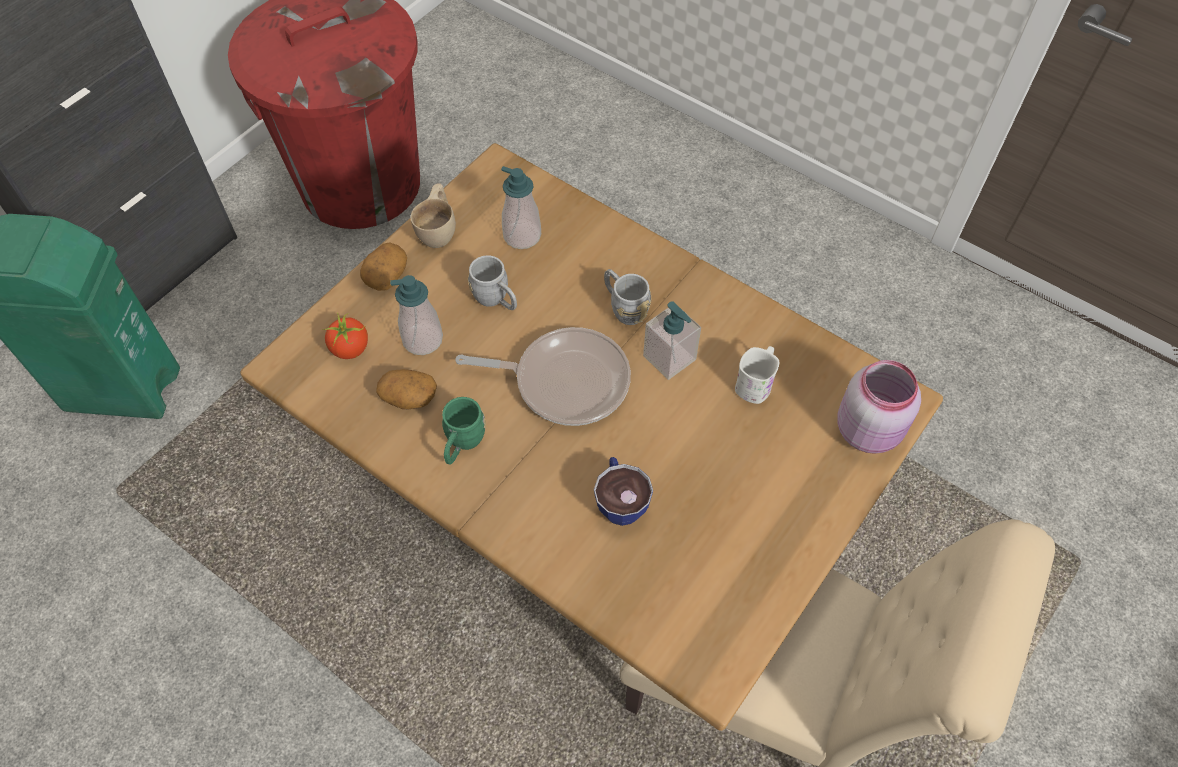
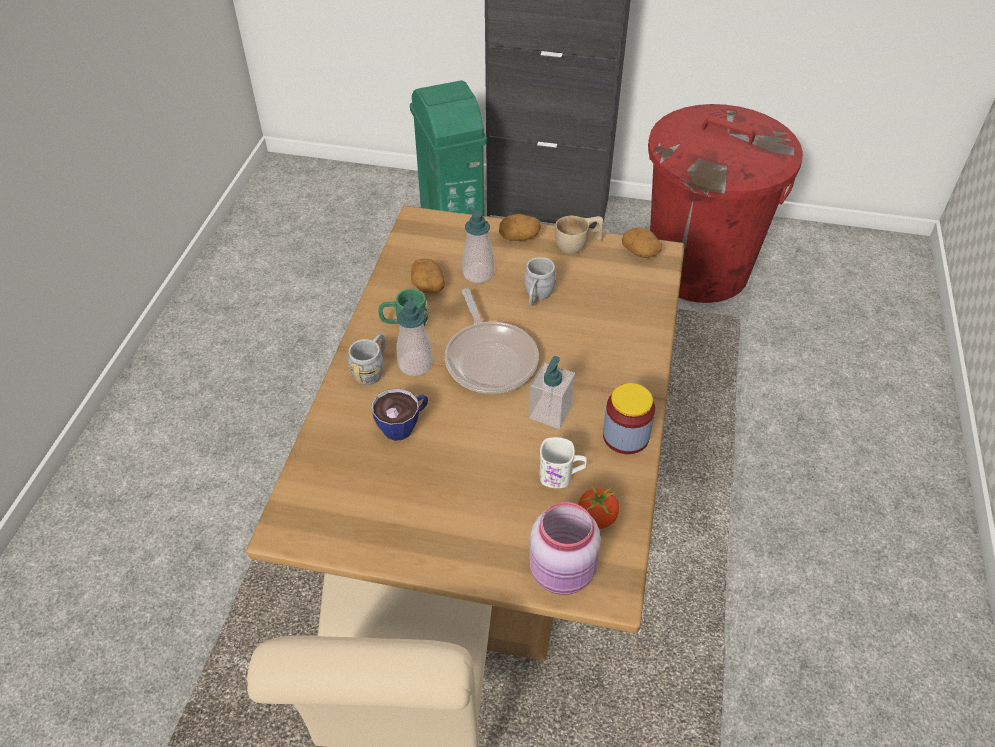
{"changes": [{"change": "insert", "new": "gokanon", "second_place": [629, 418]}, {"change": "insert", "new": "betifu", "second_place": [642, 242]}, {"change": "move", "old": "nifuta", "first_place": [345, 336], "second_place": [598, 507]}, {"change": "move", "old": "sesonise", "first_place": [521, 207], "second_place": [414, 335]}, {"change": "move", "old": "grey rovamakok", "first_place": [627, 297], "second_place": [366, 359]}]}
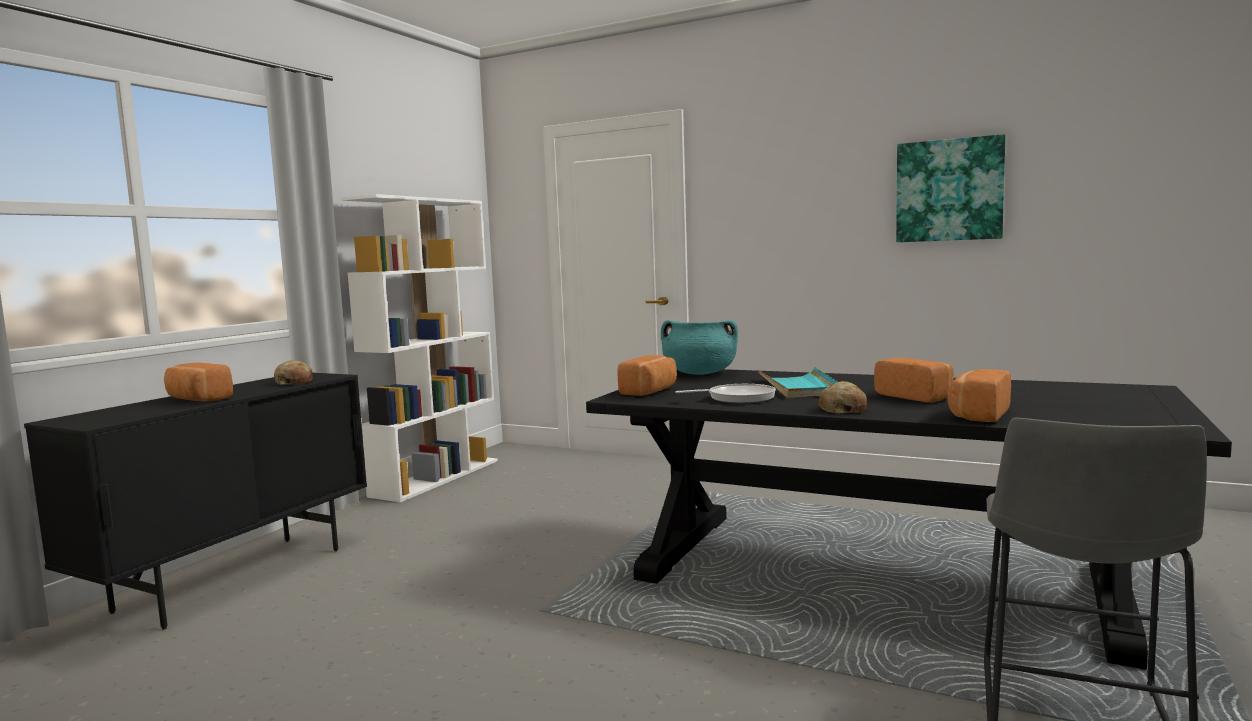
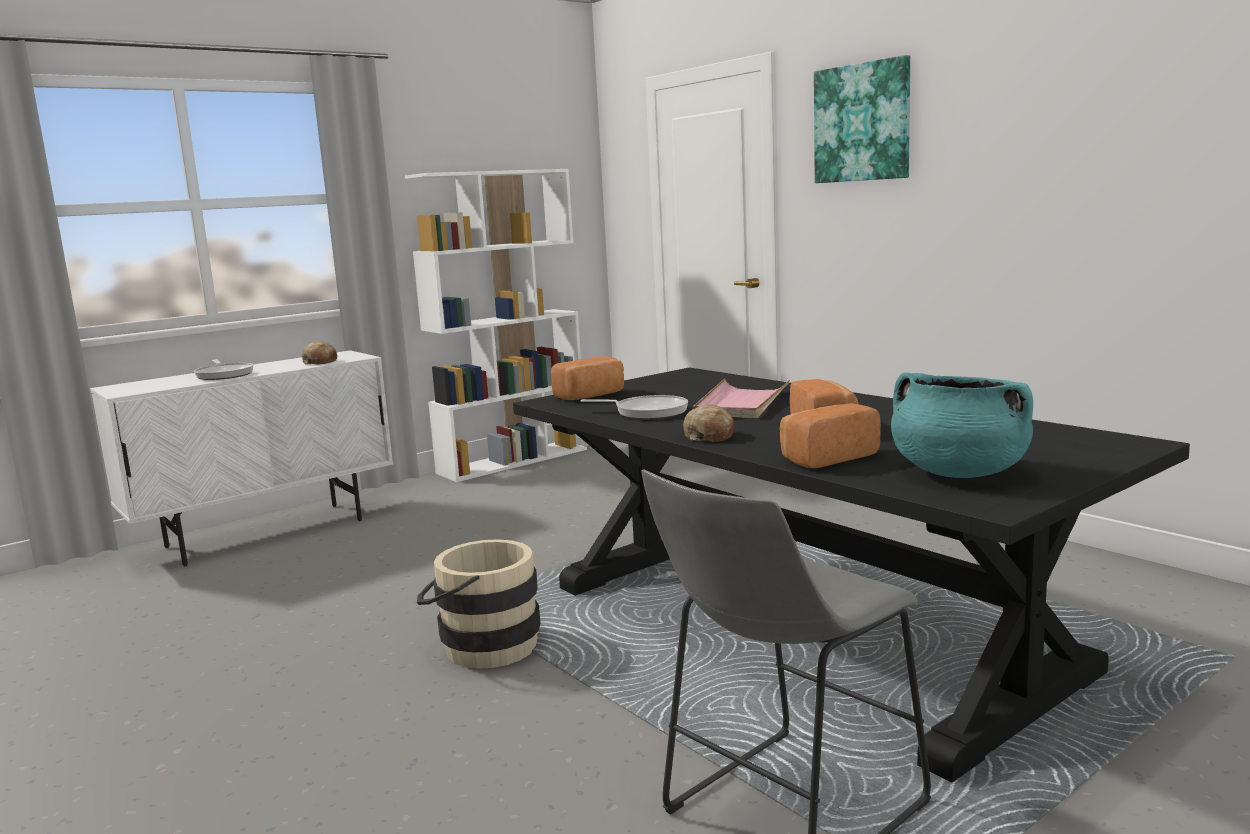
{"changes": [{"change": "insert", "new": "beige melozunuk", "second_place": [478, 604]}, {"change": "move", "old": "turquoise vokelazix", "first_place": [699, 347], "second_place": [962, 425]}, {"change": "move", "old": "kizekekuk", "first_place": [951, 188], "second_place": [862, 119]}, {"change": "replace", "old": "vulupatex", "new": "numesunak", "first_place": [198, 381], "second_place": [224, 369]}, {"change": "recolor", "old": "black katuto", "new": "white katuto", "first_place": [195, 501], "second_place": [241, 458]}, {"change": "recolor", "old": "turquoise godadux", "new": "pink godadux", "first_place": [798, 382], "second_place": [741, 398]}]}
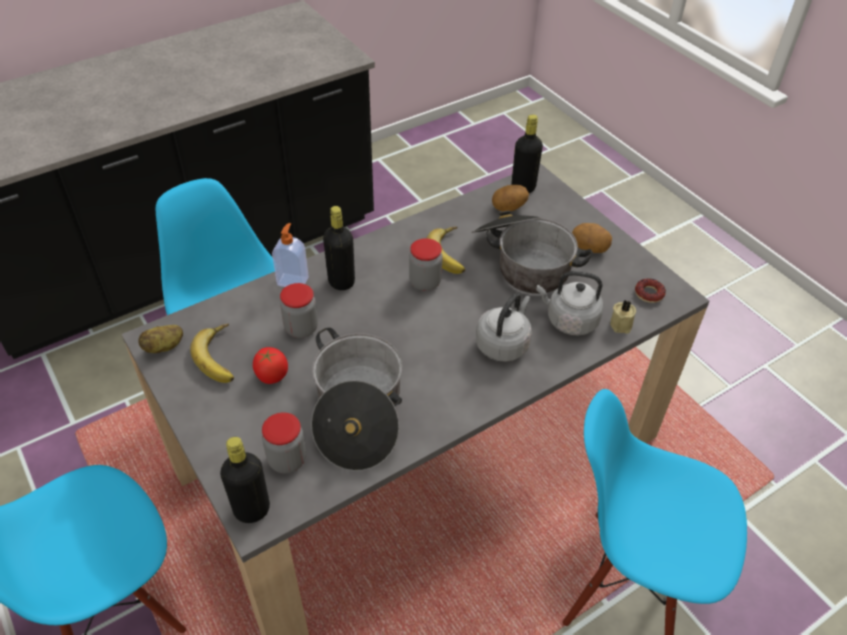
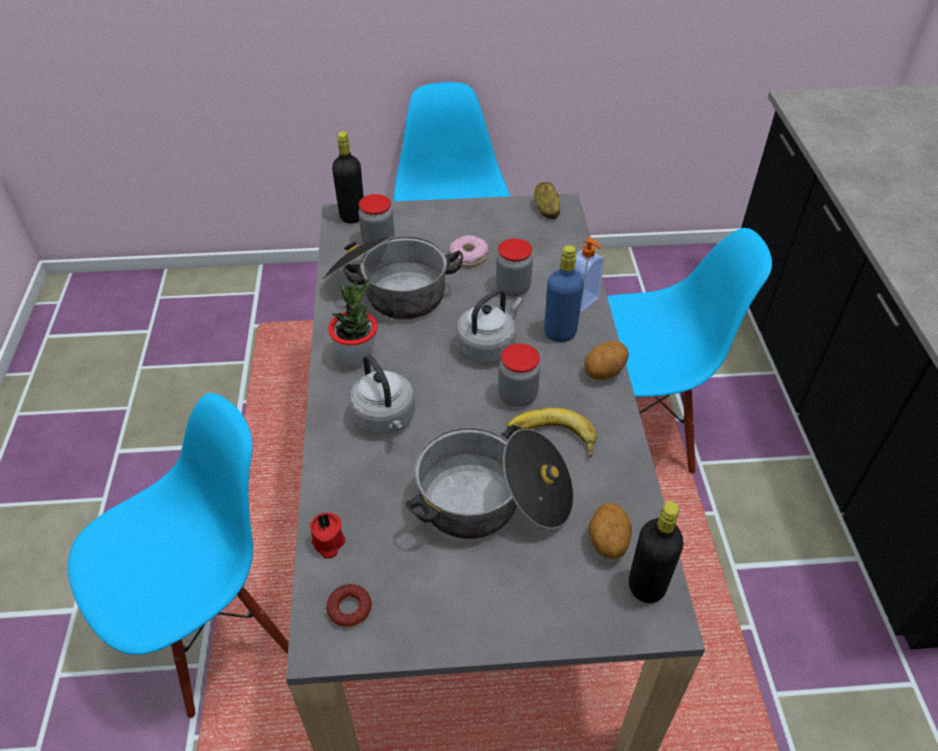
{"changes": [{"change": "delete", "old": "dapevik", "first_place": [212, 353]}, {"change": "insert", "new": "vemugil", "second_place": [353, 323]}, {"change": "move", "old": "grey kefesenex", "first_place": [570, 303], "second_place": [489, 326]}, {"change": "move", "old": "betifu", "first_place": [592, 238], "second_place": [606, 360]}, {"change": "replace", "old": "nifuta", "new": "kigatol", "first_place": [270, 365], "second_place": [469, 251]}, {"change": "recolor", "old": "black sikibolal", "new": "blue sikibolal", "first_place": [339, 248], "second_place": [564, 293]}, {"change": "recolor", "old": "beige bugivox", "new": "red bugivox", "first_place": [623, 317], "second_place": [328, 535]}]}
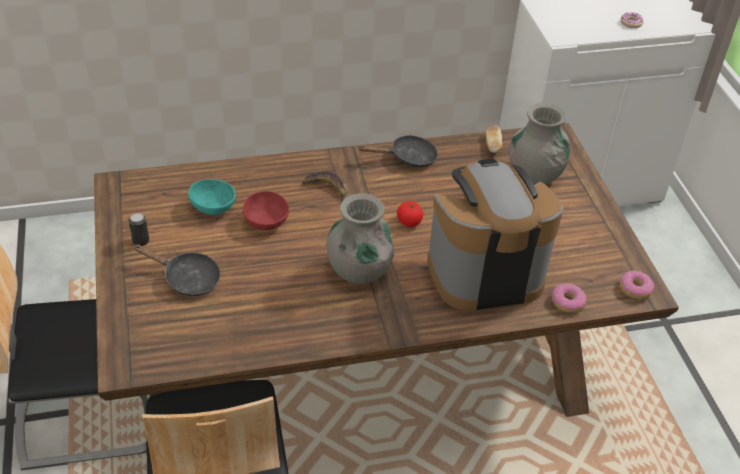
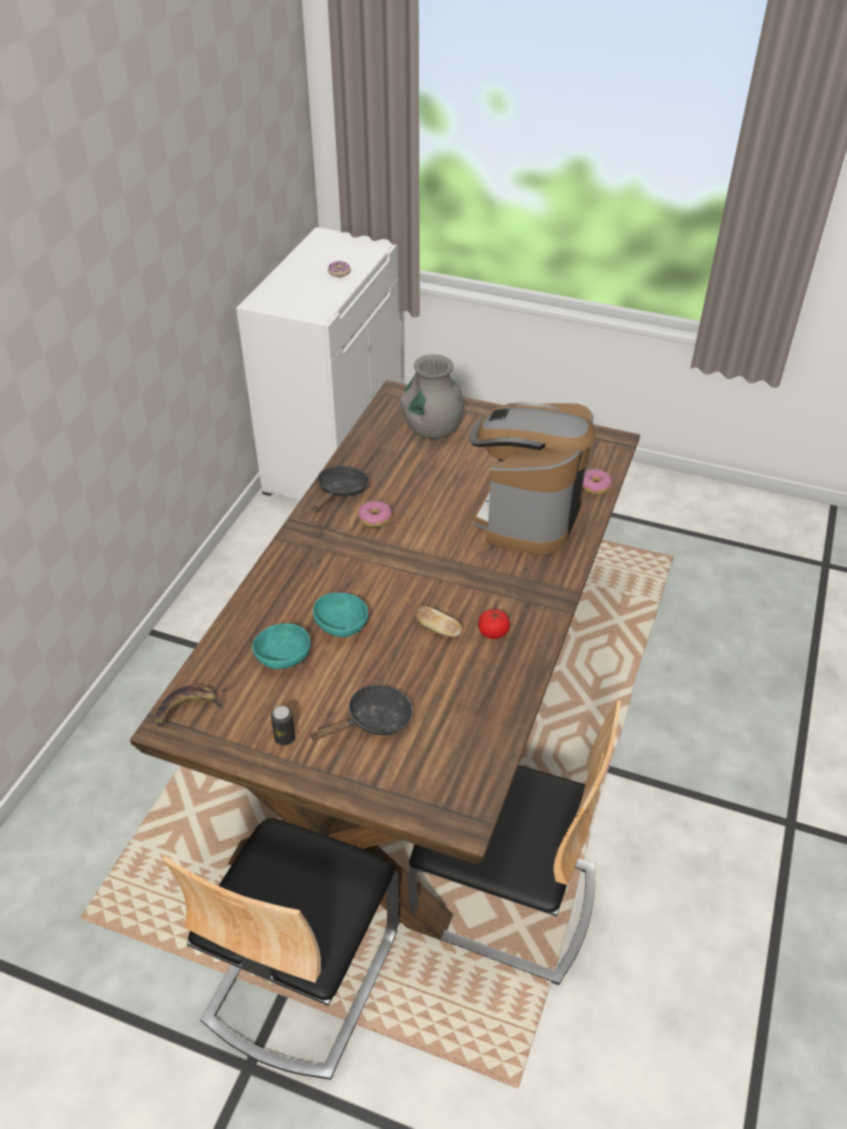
{"changes": [{"change": "delete", "old": "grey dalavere", "first_place": [361, 238]}, {"change": "move", "old": "dapevik", "first_place": [325, 187], "second_place": [189, 706]}, {"change": "move", "old": "nifuta", "first_place": [410, 214], "second_place": [494, 624]}, {"change": "move", "old": "vulupatex", "first_place": [494, 139], "second_place": [439, 621]}, {"change": "move", "old": "kigatol", "first_place": [637, 285], "second_place": [375, 514]}, {"change": "recolor", "old": "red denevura", "new": "turquoise denevura", "first_place": [266, 210], "second_place": [340, 615]}]}
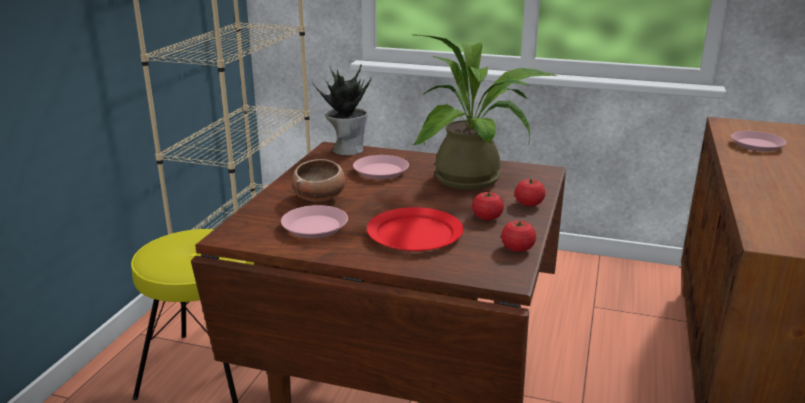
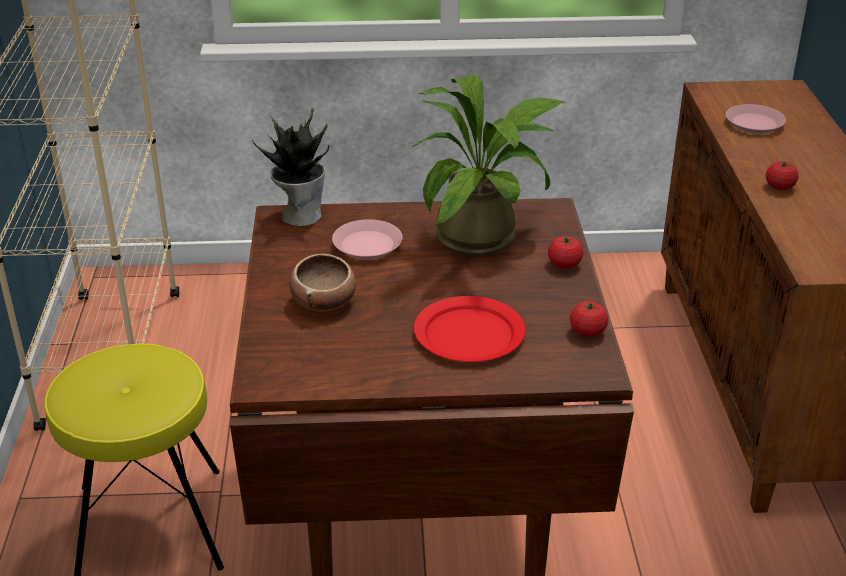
{"changes": [{"change": "delete", "old": "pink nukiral", "first_place": [314, 221]}, {"change": "move", "old": "nifuta", "first_place": [488, 206], "second_place": [782, 175]}]}
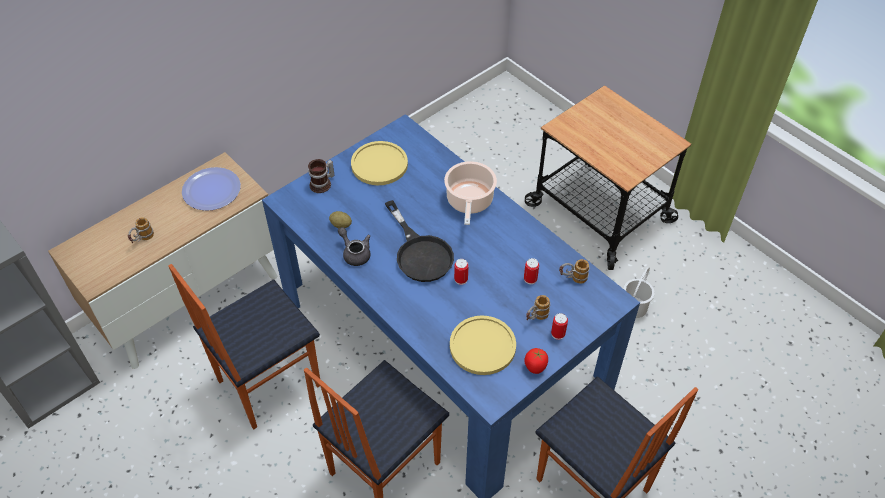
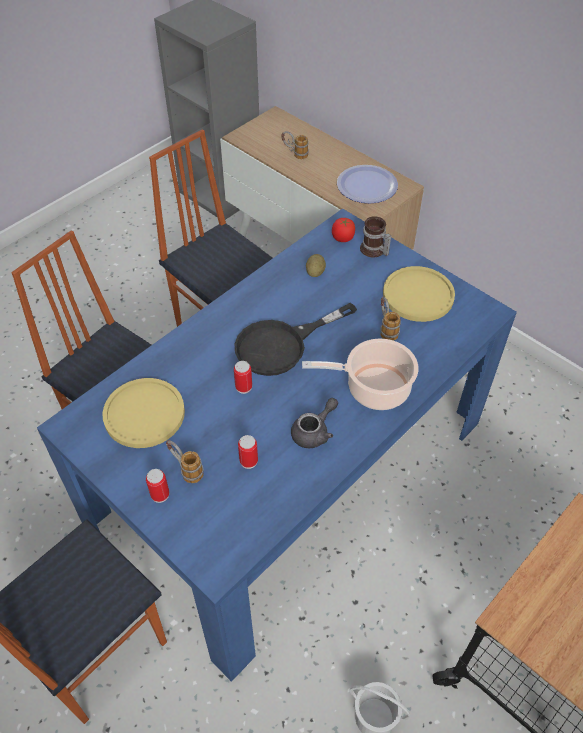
{"changes": [{"change": "move", "old": "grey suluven", "first_place": [354, 246], "second_place": [314, 423]}, {"change": "move", "old": "nifuta", "first_place": [536, 361], "second_place": [343, 230]}, {"change": "move", "old": "rovamakok", "first_place": [574, 271], "second_place": [390, 319]}]}
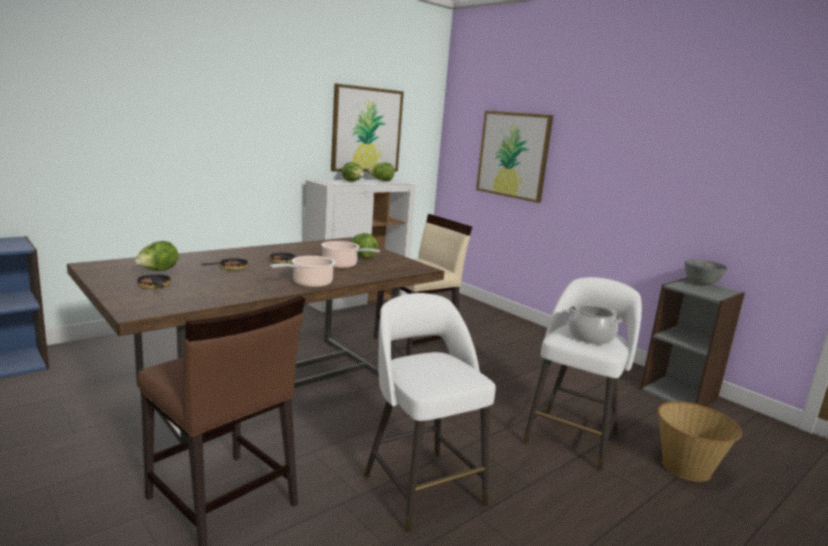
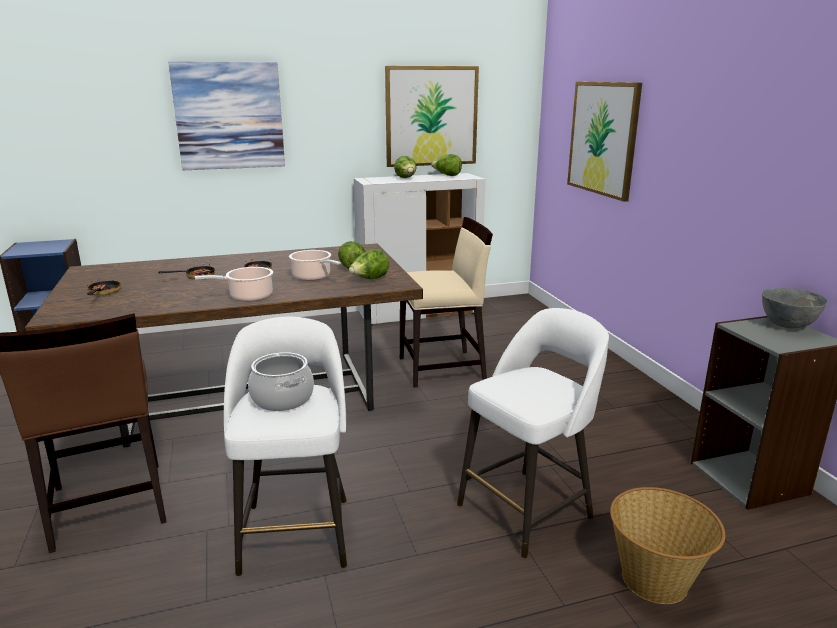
{"changes": [{"change": "insert", "new": "kizekekuk", "second_place": [226, 115]}, {"change": "move", "old": "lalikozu", "first_place": [156, 256], "second_place": [369, 264]}, {"change": "move", "old": "vokelazix", "first_place": [595, 323], "second_place": [281, 381]}]}
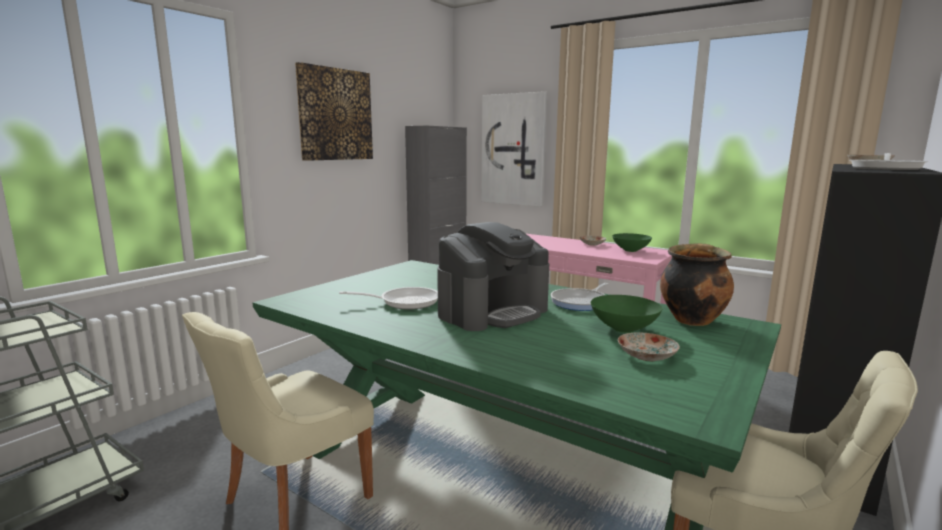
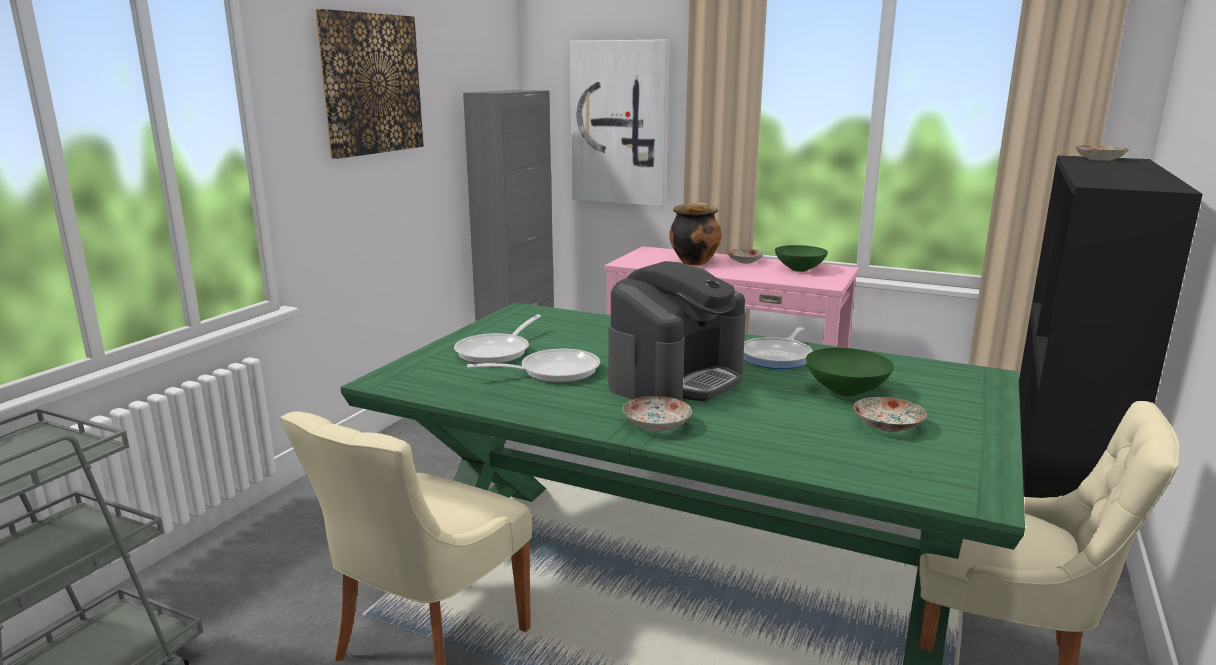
{"changes": [{"change": "insert", "new": "nukiral", "second_place": [657, 414]}, {"change": "move", "old": "vokelazix", "first_place": [697, 284], "second_place": [695, 234]}, {"change": "move", "old": "numesunak", "first_place": [888, 161], "second_place": [497, 339]}]}
